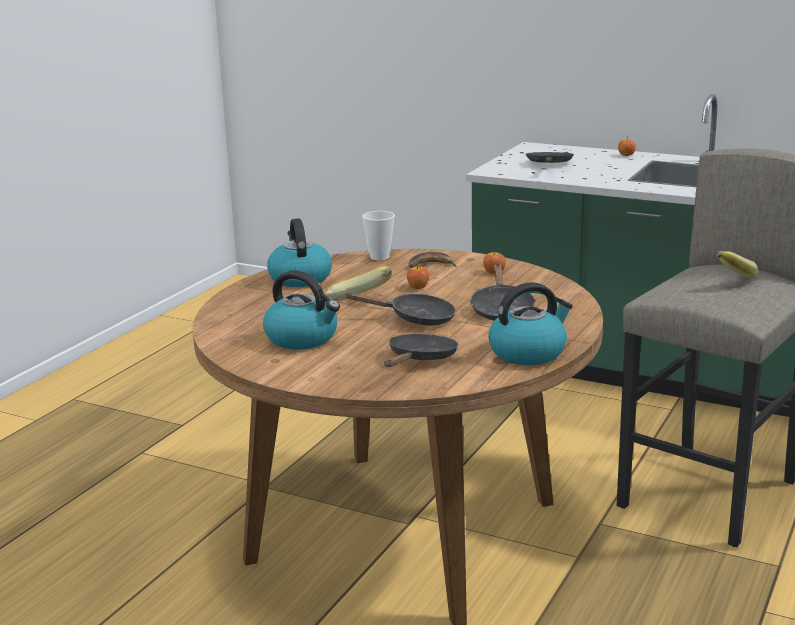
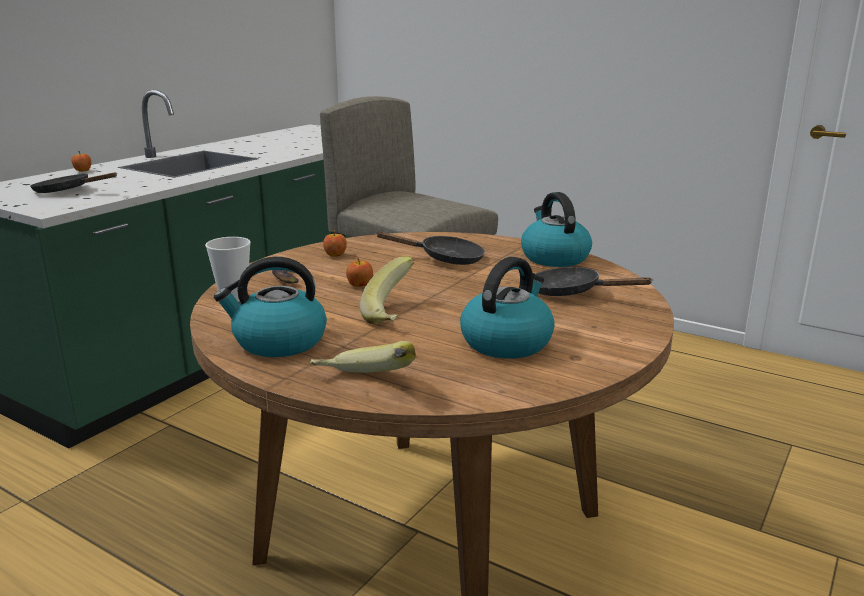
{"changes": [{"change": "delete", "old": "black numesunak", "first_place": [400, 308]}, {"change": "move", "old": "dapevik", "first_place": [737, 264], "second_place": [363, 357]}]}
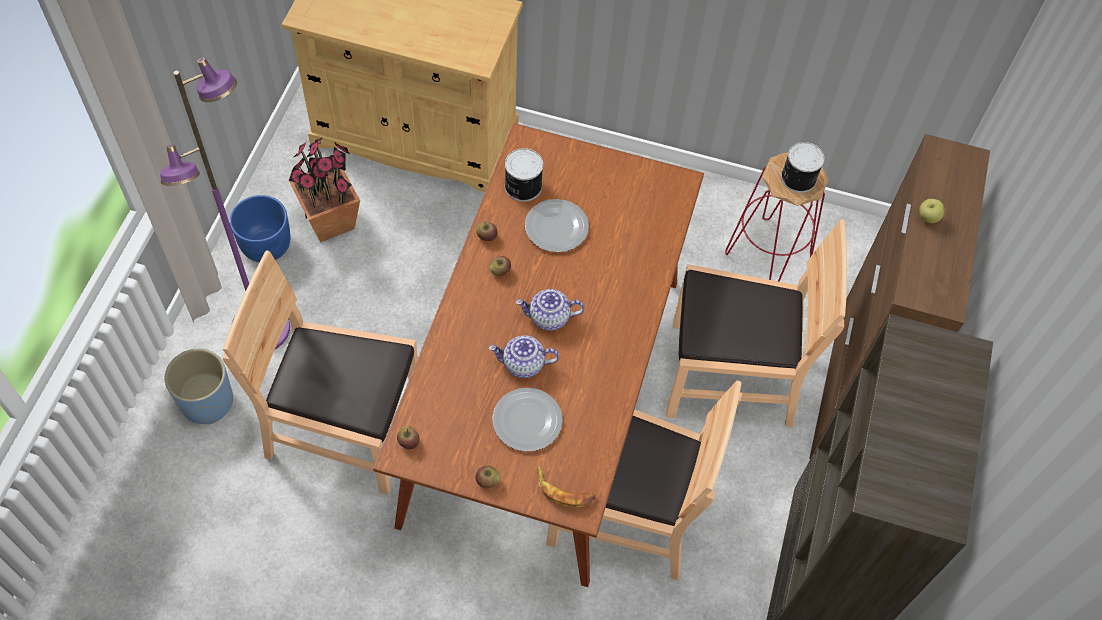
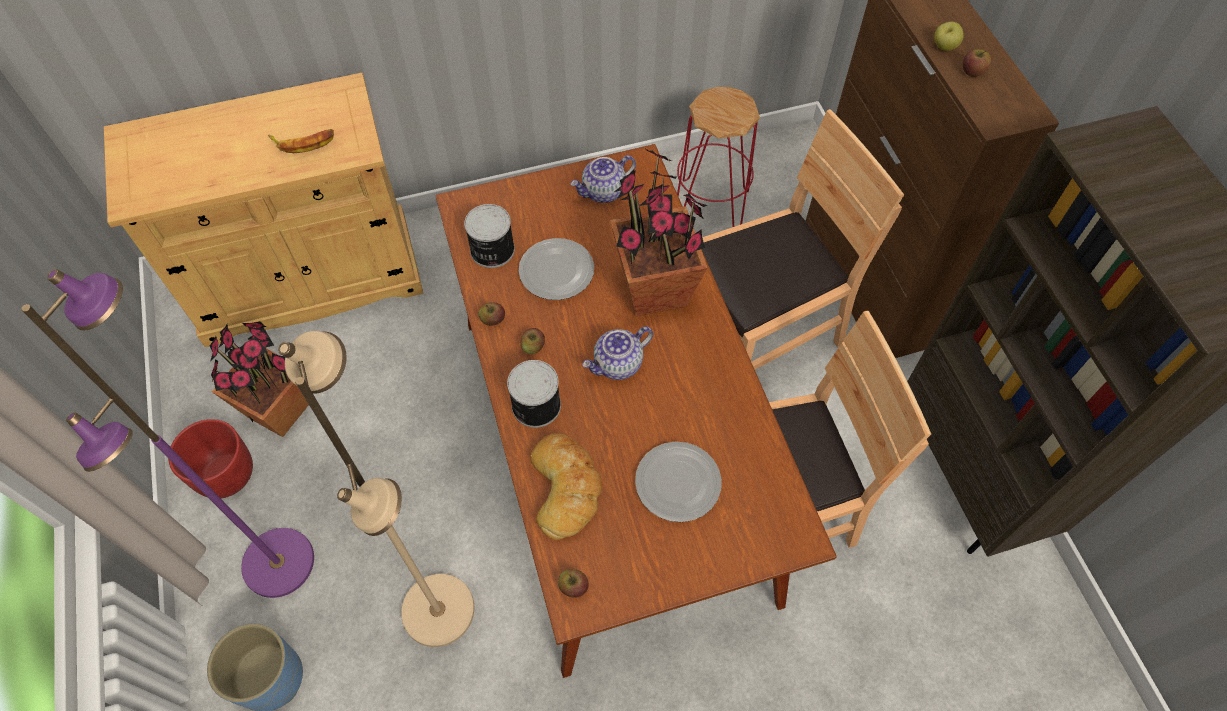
{"changes": [{"change": "insert", "new": "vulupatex", "second_place": [566, 486]}, {"change": "insert", "new": "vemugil", "second_place": [659, 232]}, {"change": "move", "old": "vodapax", "first_place": [488, 477], "second_place": [977, 63]}, {"change": "move", "old": "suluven", "first_place": [524, 356], "second_place": [603, 179]}, {"change": "move", "old": "dapevik", "first_place": [567, 486], "second_place": [301, 141]}, {"change": "move", "old": "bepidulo", "first_place": [803, 167], "second_place": [534, 394]}, {"change": "replace", "old": "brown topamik", "new": "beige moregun", "first_place": [320, 373], "second_place": [376, 489]}, {"change": "recolor", "old": "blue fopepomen", "new": "red fopepomen", "first_place": [260, 228], "second_place": [210, 458]}]}
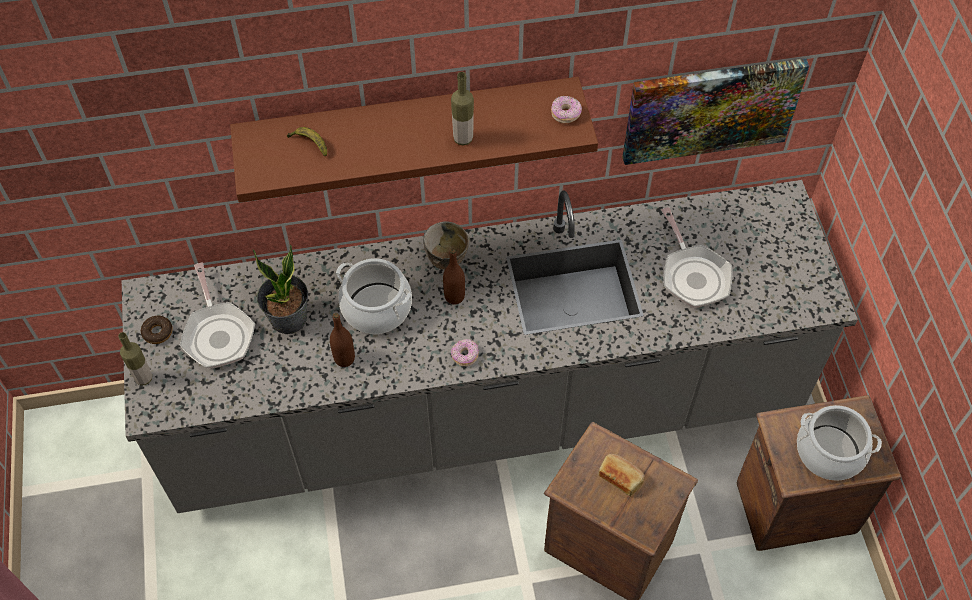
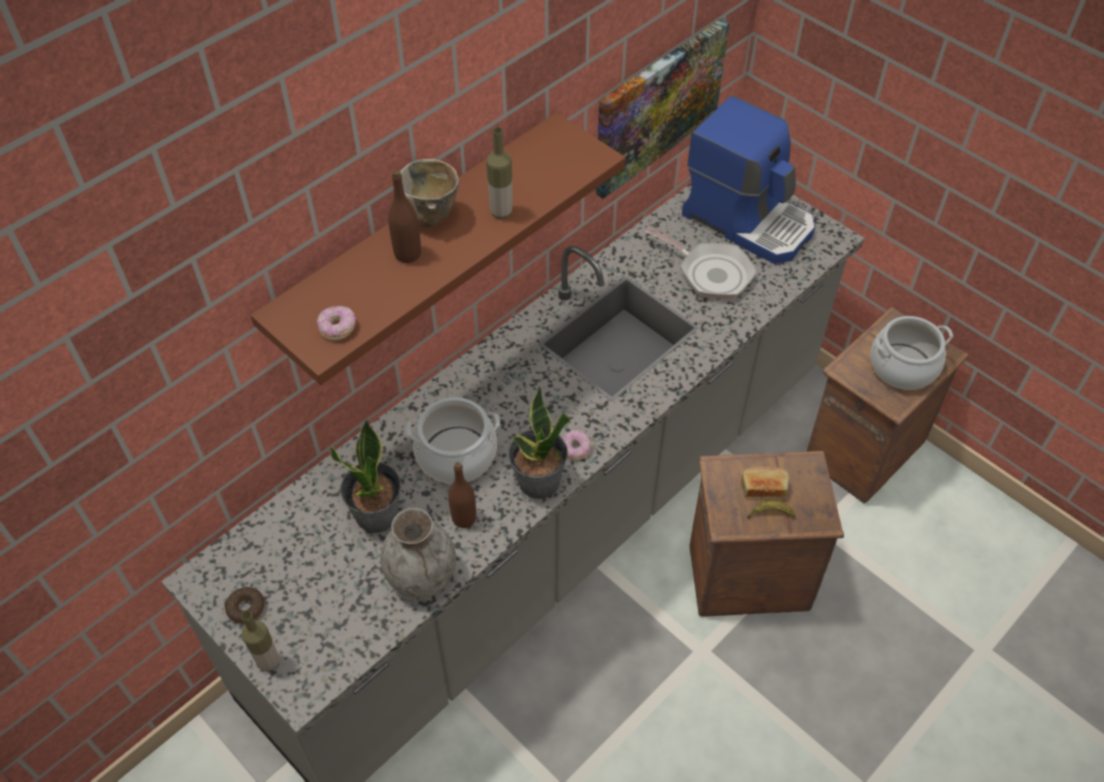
{"changes": [{"change": "delete", "old": "numesunak", "first_place": [217, 316]}, {"change": "insert", "new": "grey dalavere", "second_place": [418, 553]}, {"change": "insert", "new": "vemugil", "second_place": [539, 442]}, {"change": "insert", "new": "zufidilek", "second_place": [748, 180]}, {"change": "move", "old": "dapevik", "first_place": [307, 142], "second_place": [771, 509]}, {"change": "move", "old": "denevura", "first_place": [446, 245], "second_place": [429, 193]}, {"change": "move", "old": "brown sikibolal", "first_place": [454, 276], "second_place": [404, 216]}, {"change": "move", "old": "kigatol", "first_place": [566, 109], "second_place": [336, 323]}]}
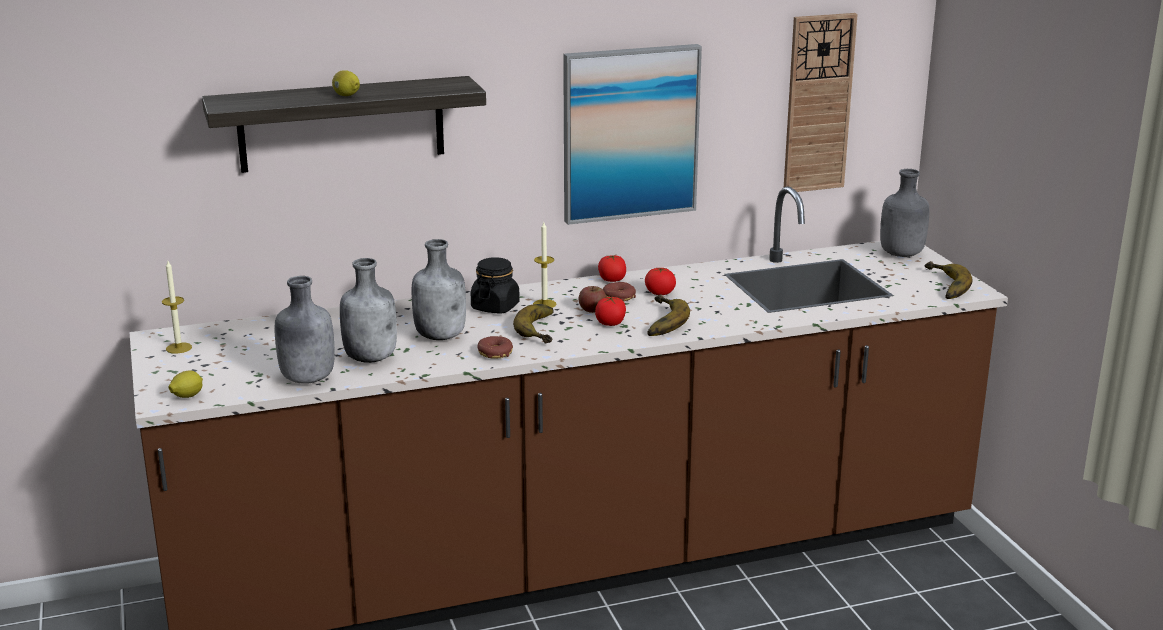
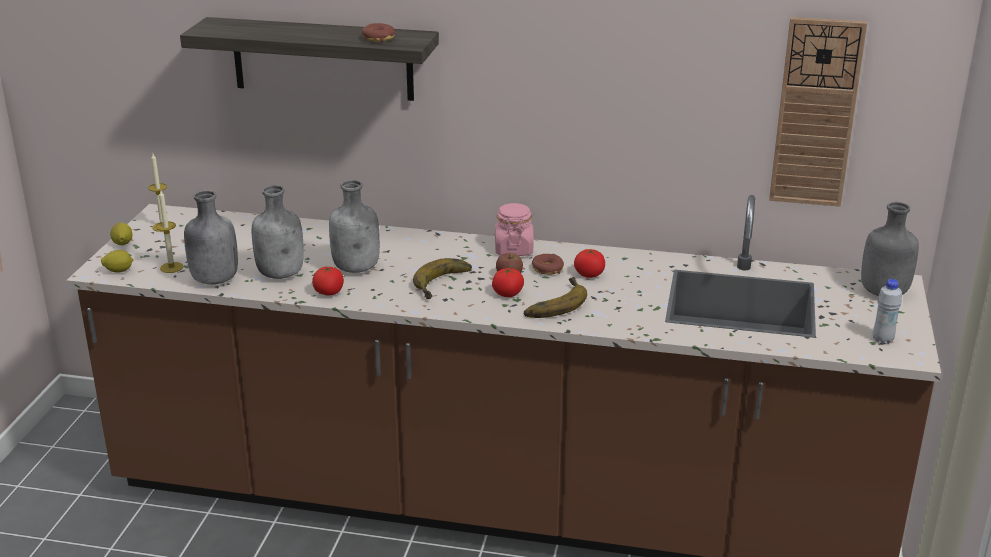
{"changes": [{"change": "delete", "old": "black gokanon", "first_place": [495, 285]}, {"change": "delete", "old": "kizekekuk", "first_place": [632, 134]}, {"change": "insert", "new": "pink gokanon", "second_place": [514, 229]}, {"change": "move", "old": "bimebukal", "first_place": [346, 83], "second_place": [121, 234]}, {"change": "move", "old": "kigatol", "first_place": [495, 347], "second_place": [378, 32]}, {"change": "move", "old": "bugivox", "first_place": [544, 265], "second_place": [169, 231]}, {"change": "move", "old": "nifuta", "first_place": [612, 268], "second_place": [328, 280]}, {"change": "replace", "old": "dapevik", "new": "white sikibolal", "first_place": [948, 280], "second_place": [887, 311]}]}
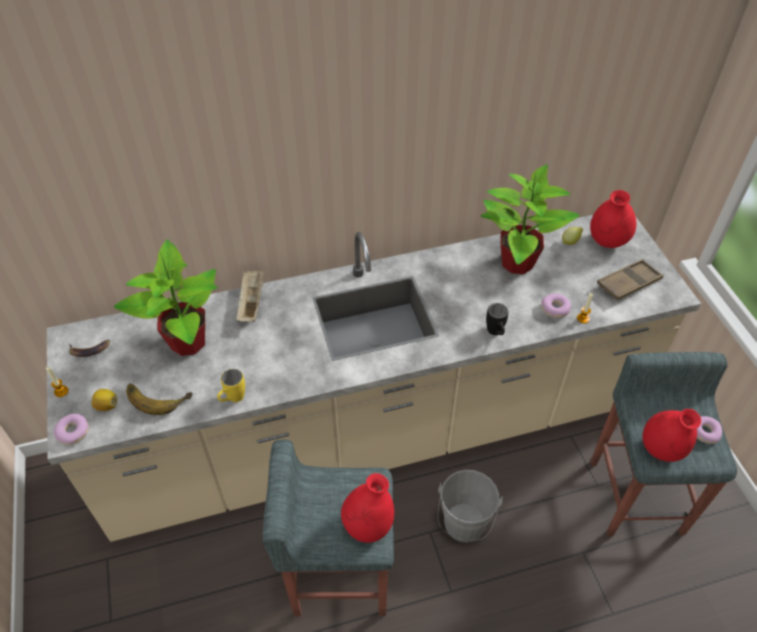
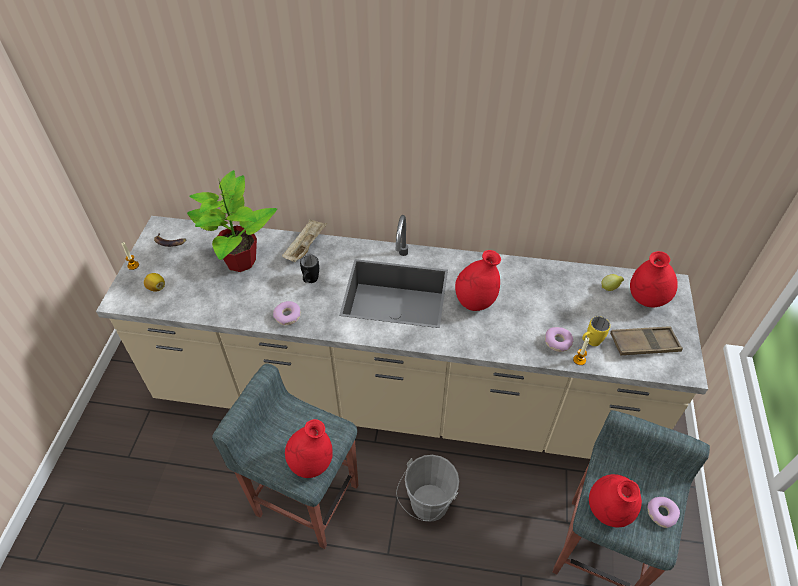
{"changes": [{"change": "delete", "old": "dapevik", "first_place": [159, 399]}, {"change": "delete", "old": "vemugil", "first_place": [530, 219]}, {"change": "insert", "new": "red dalavere", "second_place": [478, 280]}, {"change": "move", "old": "kigatol", "first_place": [71, 429], "second_place": [287, 313]}, {"change": "move", "old": "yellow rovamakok", "first_place": [231, 385], "second_place": [596, 331]}, {"change": "move", "old": "black rovamakok", "first_place": [497, 319], "second_place": [309, 269]}]}
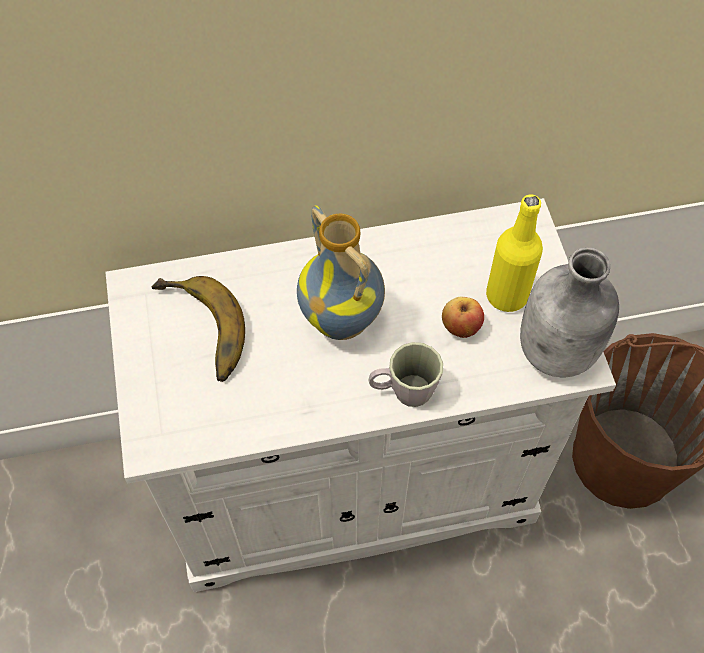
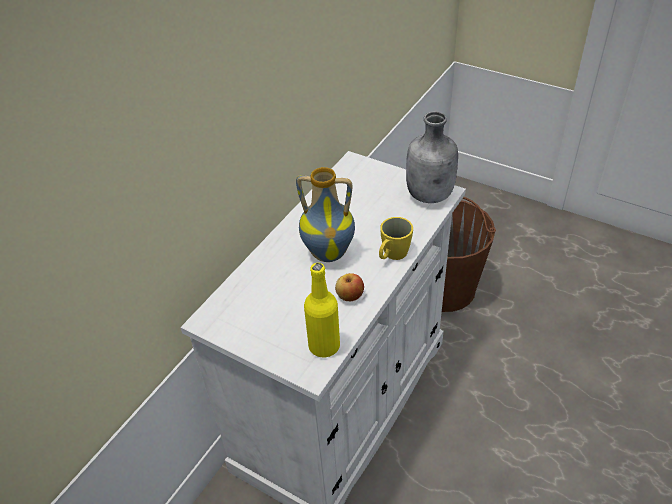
{"changes": [{"change": "delete", "old": "dapevik", "first_place": [198, 329]}, {"change": "move", "old": "vodapax", "first_place": [463, 317], "second_place": [349, 287]}, {"change": "move", "old": "yellow sikibolal", "first_place": [514, 253], "second_place": [322, 310]}, {"change": "recolor", "old": "grey rovamakok", "new": "yellow rovamakok", "first_place": [406, 374], "second_place": [396, 238]}]}
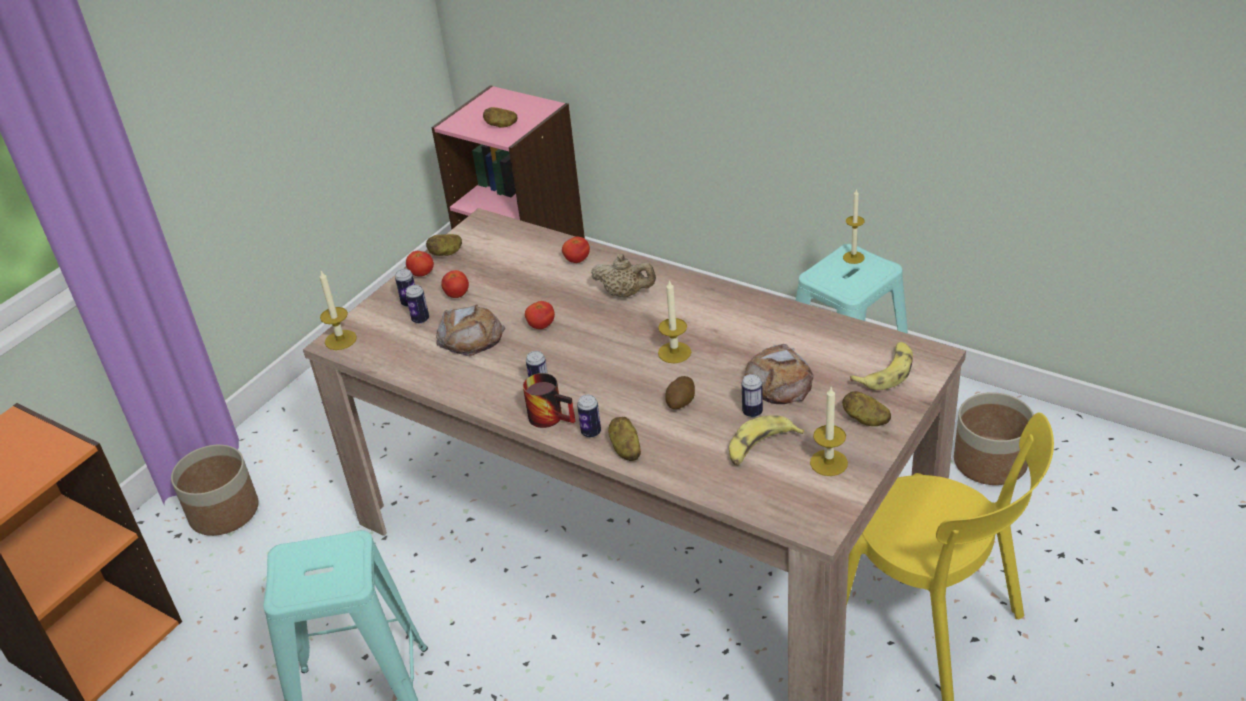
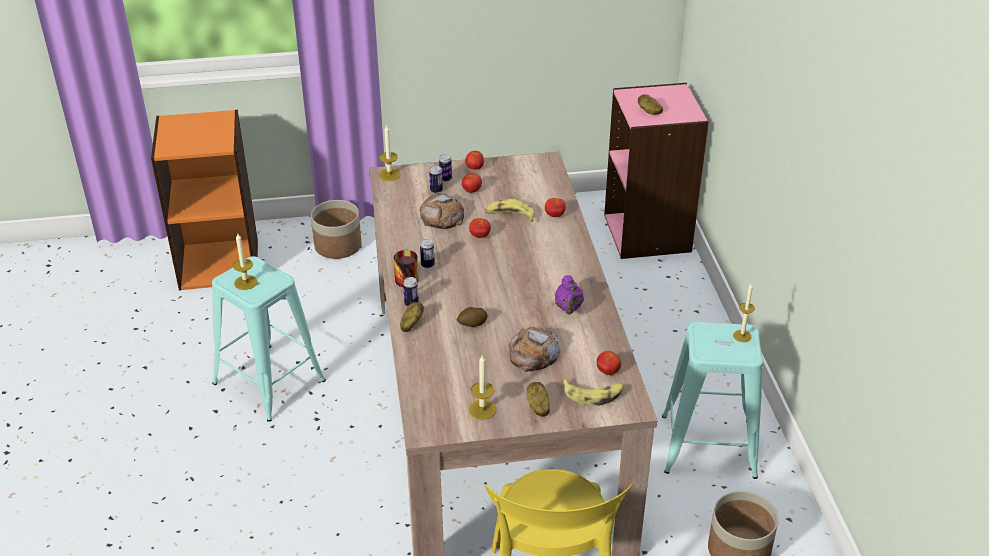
{"changes": [{"change": "delete", "old": "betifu", "first_place": [444, 245]}, {"change": "delete", "old": "beige suluven", "first_place": [623, 275]}, {"change": "delete", "old": "bepidulo", "first_place": [752, 395]}, {"change": "insert", "new": "purple suluven", "second_place": [569, 295]}, {"change": "insert", "new": "nifuta", "second_place": [609, 363]}, {"change": "move", "old": "bugivox", "first_place": [674, 321], "second_place": [245, 261]}, {"change": "move", "old": "dapevik", "first_place": [766, 440], "second_place": [510, 210]}]}
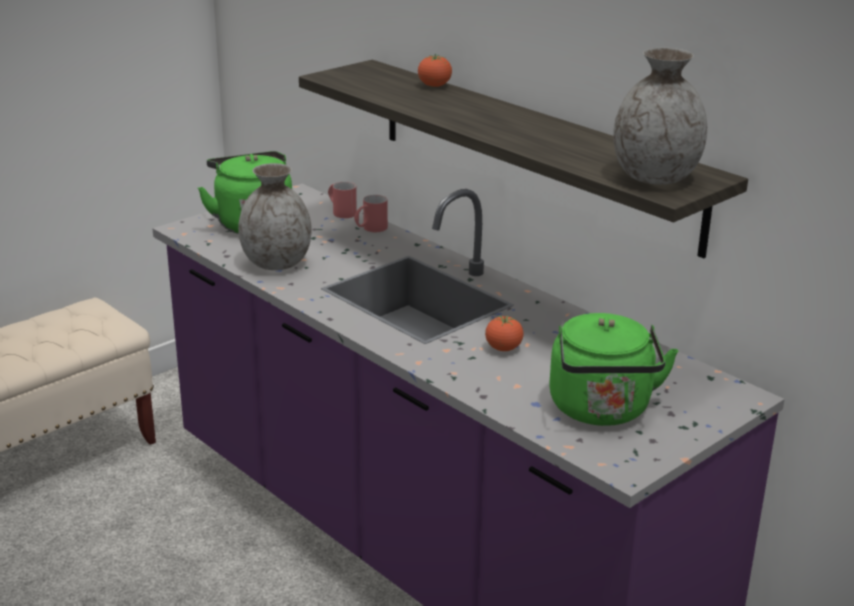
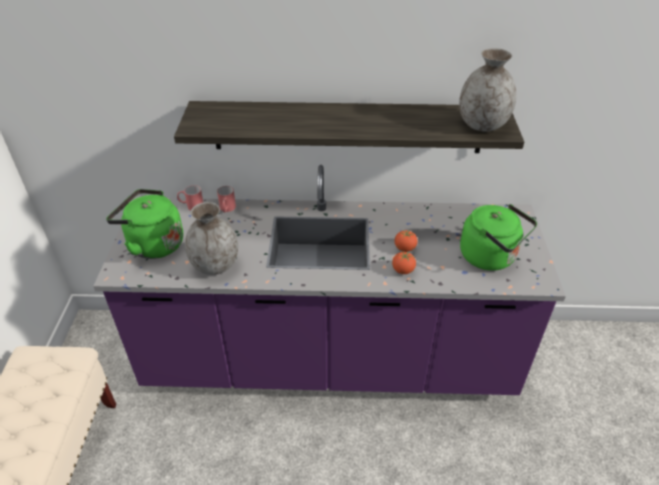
{"changes": [{"change": "move", "old": "nifuta", "first_place": [435, 70], "second_place": [404, 262]}]}
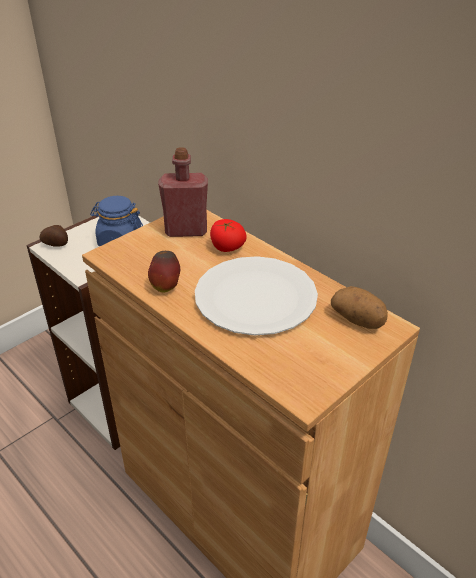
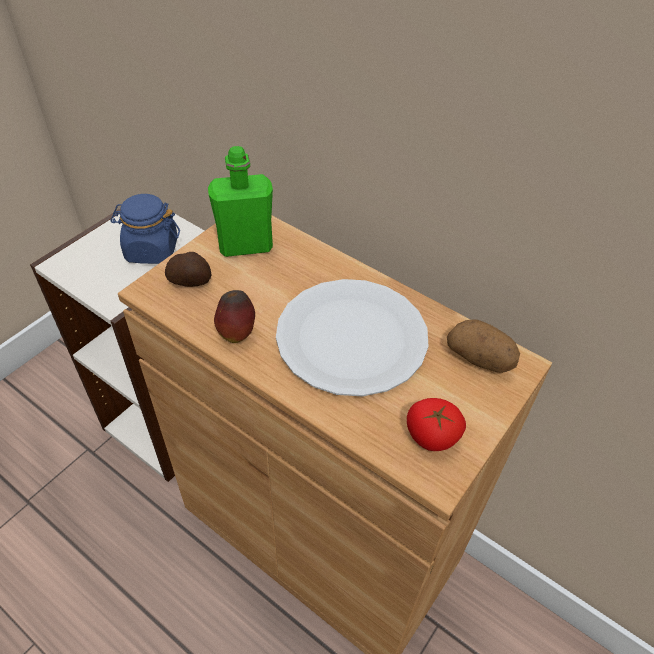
{"changes": [{"change": "move", "old": "betifu", "first_place": [54, 236], "second_place": [188, 269]}, {"change": "move", "old": "nifuta", "first_place": [228, 235], "second_place": [436, 424]}, {"change": "recolor", "old": "red sikibolal", "new": "green sikibolal", "first_place": [183, 192], "second_place": [240, 201]}]}
